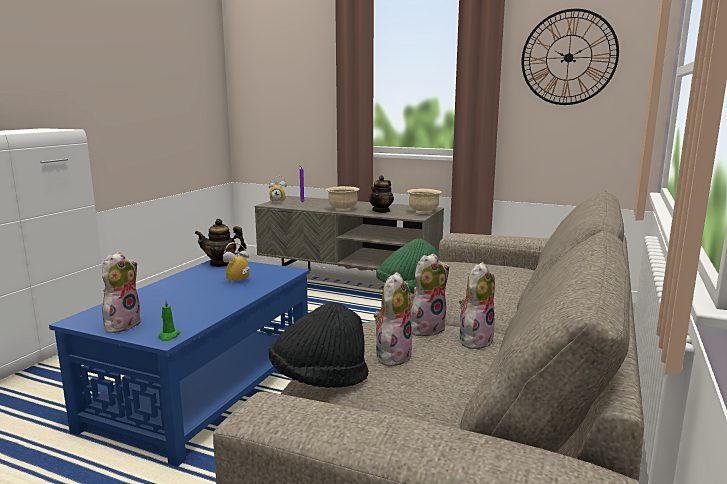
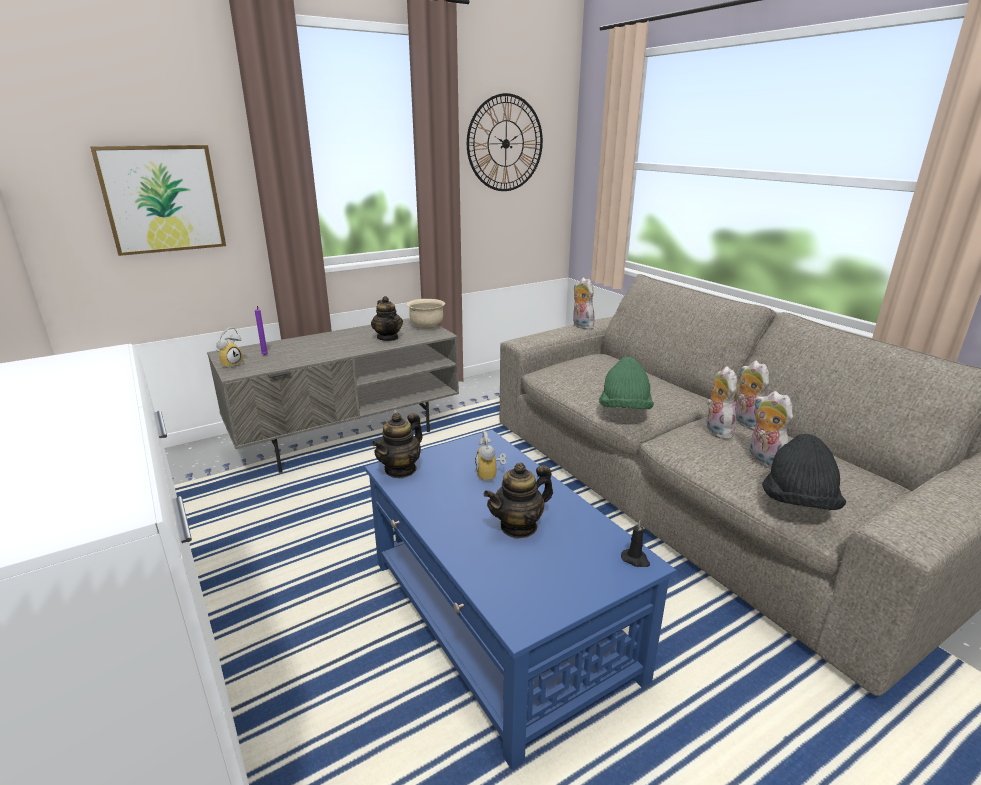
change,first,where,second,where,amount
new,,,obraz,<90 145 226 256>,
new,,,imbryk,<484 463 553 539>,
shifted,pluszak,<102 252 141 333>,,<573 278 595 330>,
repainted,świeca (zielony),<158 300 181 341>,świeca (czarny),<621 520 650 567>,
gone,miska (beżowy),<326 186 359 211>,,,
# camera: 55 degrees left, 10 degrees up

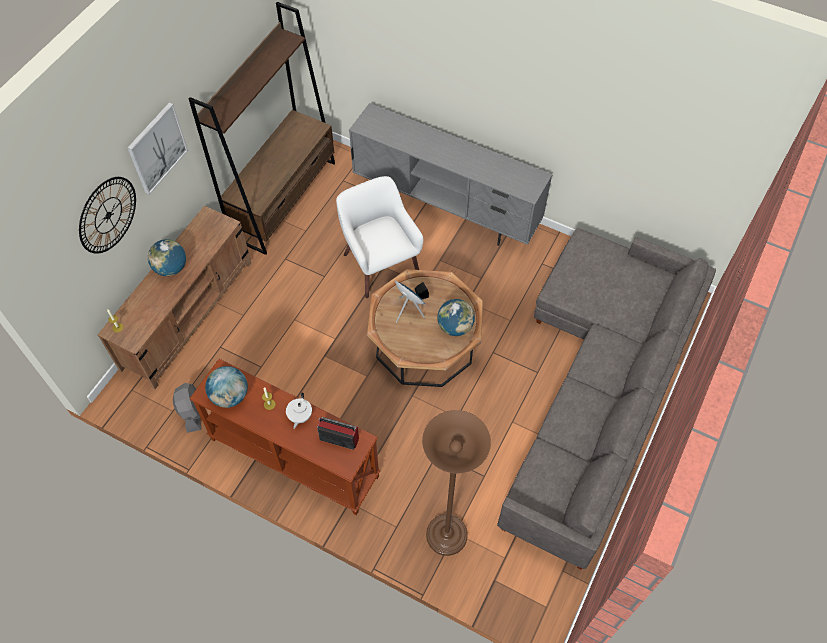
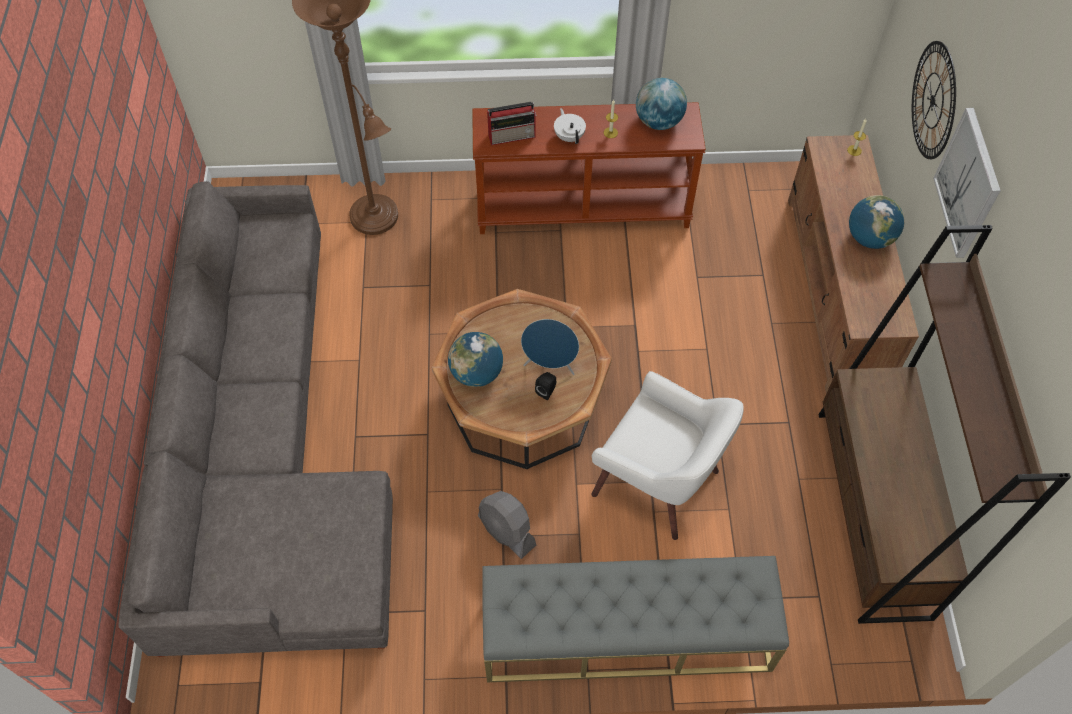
change,first,where,second,where,amount
shifted,wentylator (szary),<173 383 201 433>,,<478 491 536 559>,
swapped,szafka pod telewizor (szary),<349 103 553 246>,ławka (szary),<482 556 789 682>,
# camera: 150 degrees right, 0 degrees up

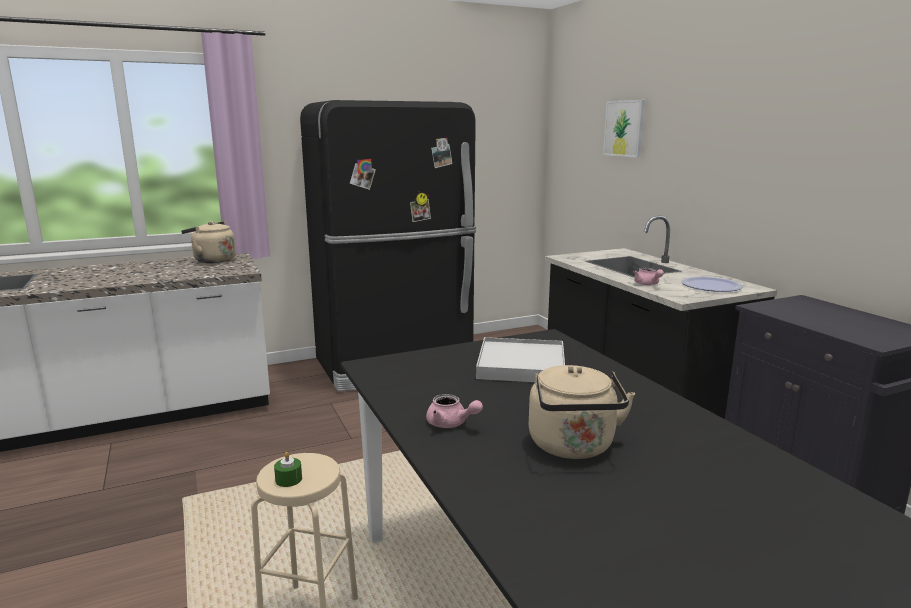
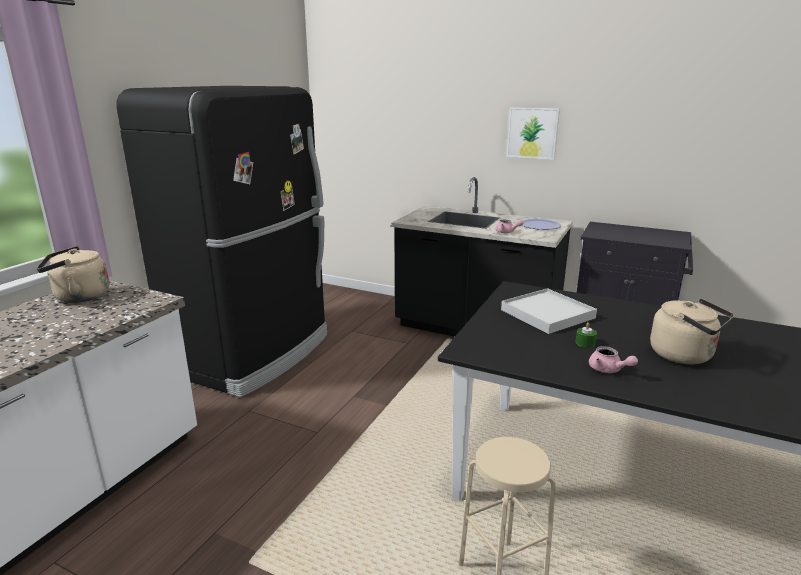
change,first,where,second,where,amount
shifted,obraz,<603 100 645 158>,,<506 107 560 160>,
shifted,świeca (zielony),<274 452 302 487>,,<575 322 597 348>,
rotated,imbryk (różowy),<426 394 483 428>,,<589 346 638 373>,60 degrees clockwise
# camera: 40 degrees left, 5 degrees up

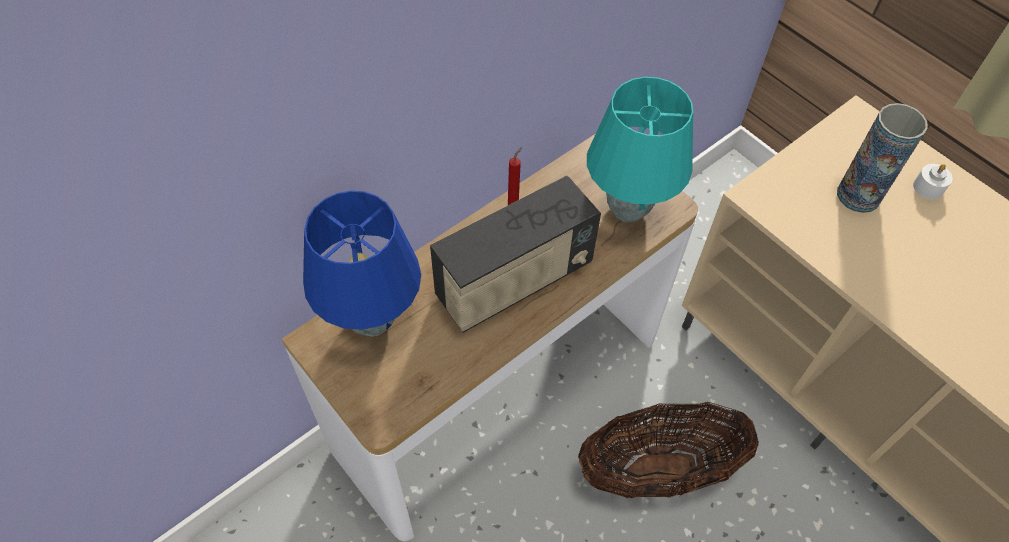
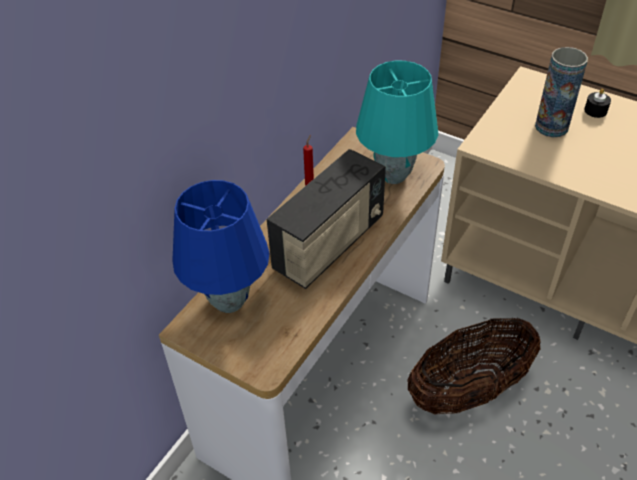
change,first,where,second,where,amount
repainted,świeca (biały),<913 164 953 199>,świeca (czarny),<584 89 611 118>,
# camera: 15 degrees left, 10 degrees down

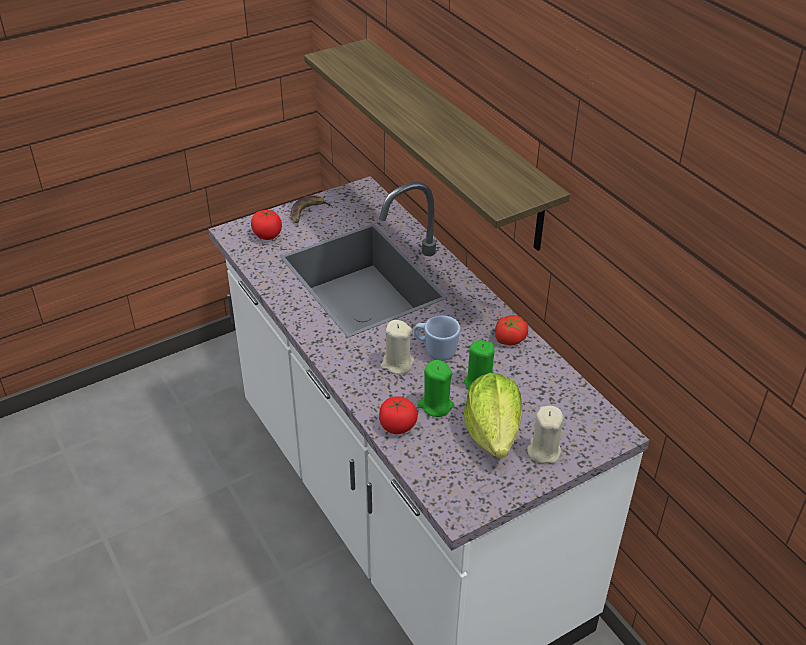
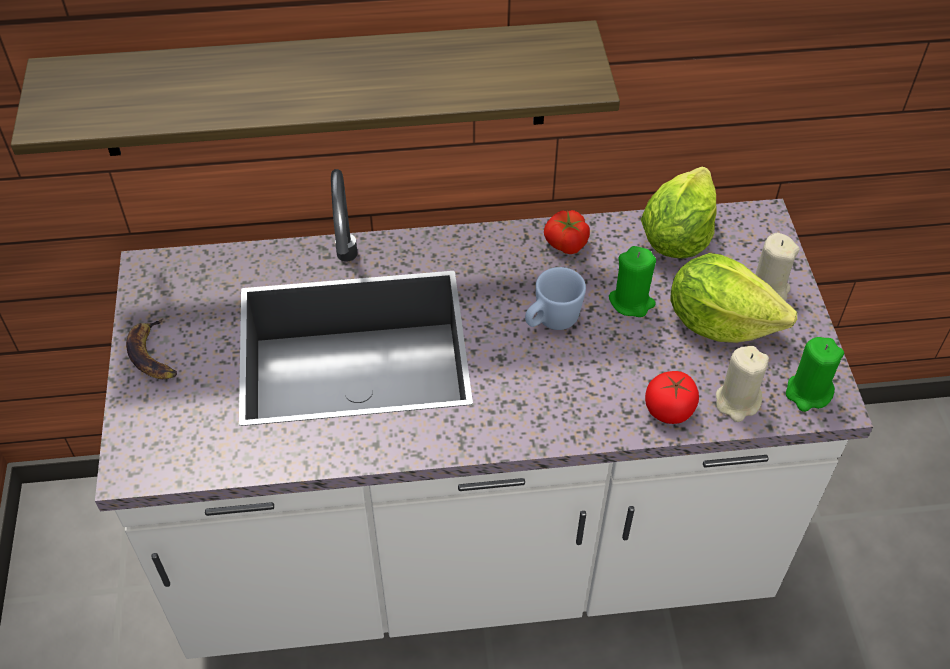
change,first,where,second,where,amount
new,,,sałata,<641 167 717 258>,
shifted,świeca (beżowy),<380 320 414 374>,,<716 345 769 422>,
shifted,świeca (zielony),<418 360 454 417>,,<786 337 844 412>,
gone,pomidor,<251 210 282 240>,,,
# camera: 65 degrees left, 10 degrees up

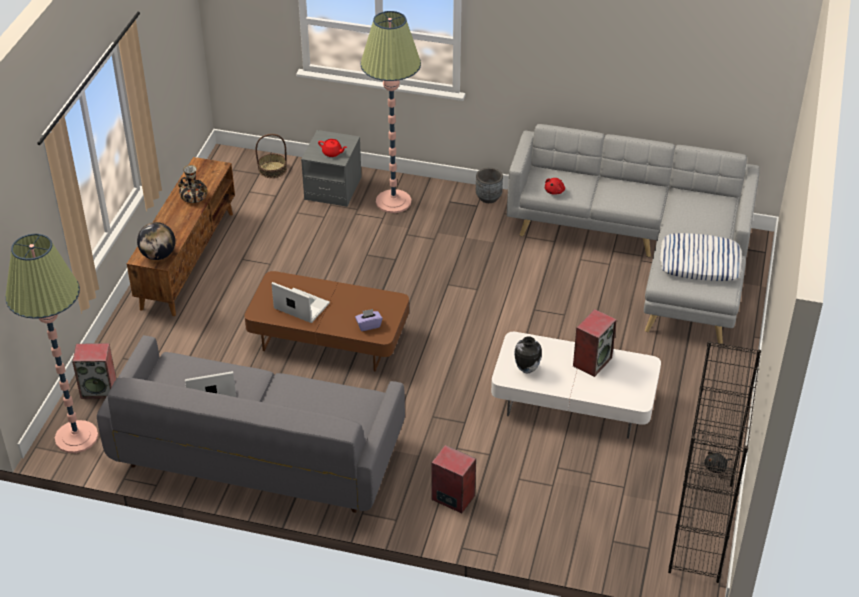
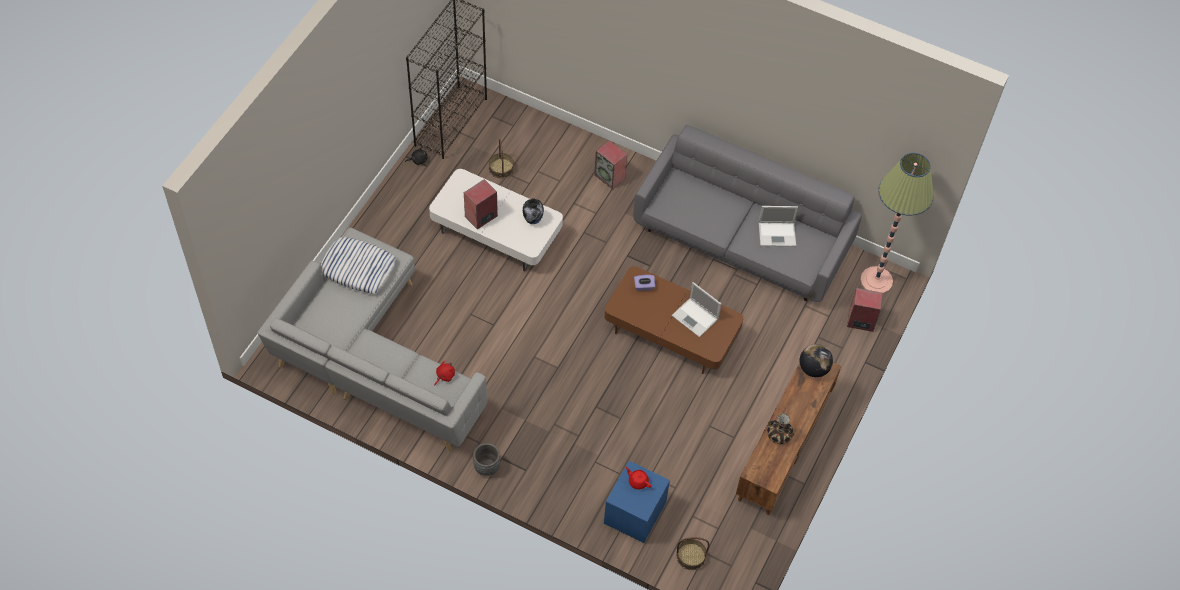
change,first,where,second,where,amount
new,,,koszyk,<489 139 514 179>,
repainted,szafka nocna (szary),<301 130 361 207>,szafka nocna (niebieski),<604 461 670 543>,
gone,lampa stojąca,<361 11 421 213>,,,
# camera: 170 degrees left, 15 degrees up

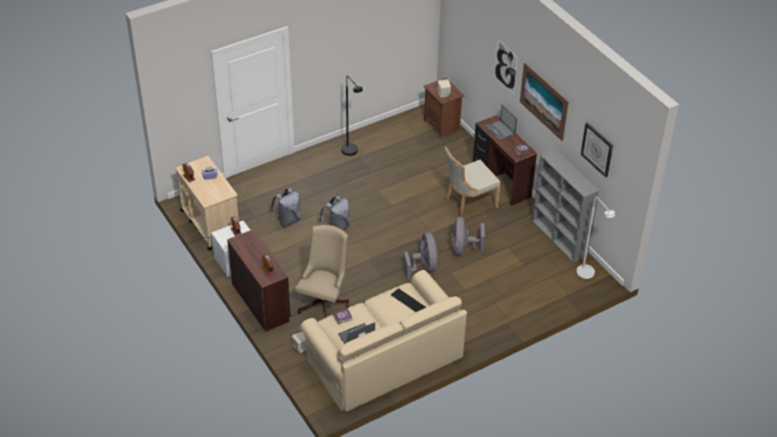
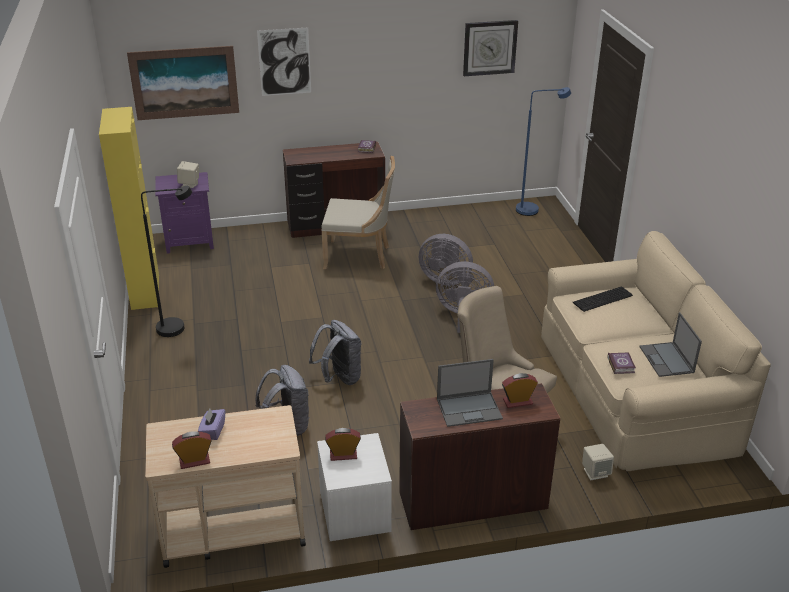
change,first,where,second,where,amount
new,,,szafka (żółty),<99 107 159 310>,
shifted,obraz,<520 63 569 141>,,<127 46 239 120>,
repainted,szafka nocna (brązowy),<423 78 465 138>,szafka nocna (fioletowy),<155 172 214 254>,
rotated,krzesło (beżowy),<444 147 500 217>,,<321 156 395 269>,75 degrees counterclockwise
shifted,laptop,<485 105 517 141>,,<437 359 503 427>,
repainted,lampa stojąca (biały),<576 197 615 280>,lampa stojąca (niebieski),<516 87 571 216>,
gone,regał (szary),<532 149 599 262>,,,
# camera: 70 degrees left, 10 degrees down

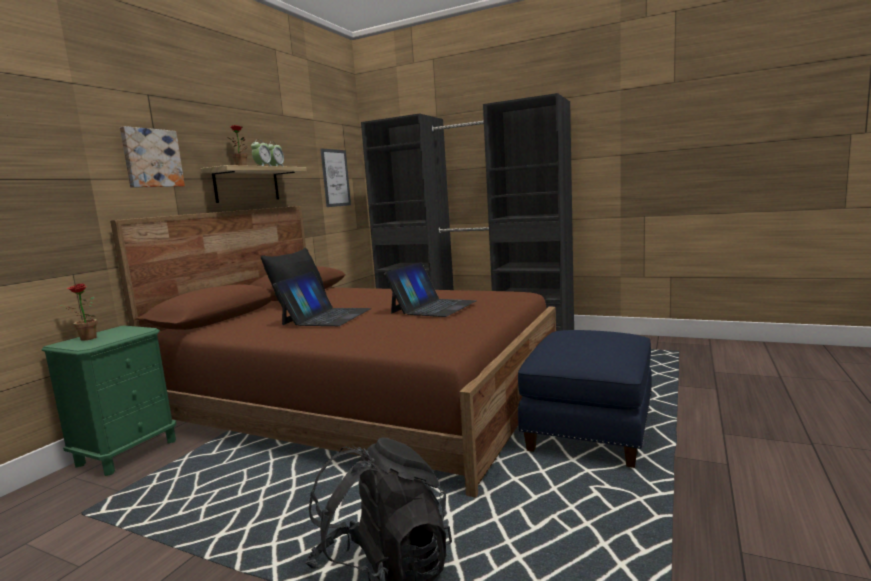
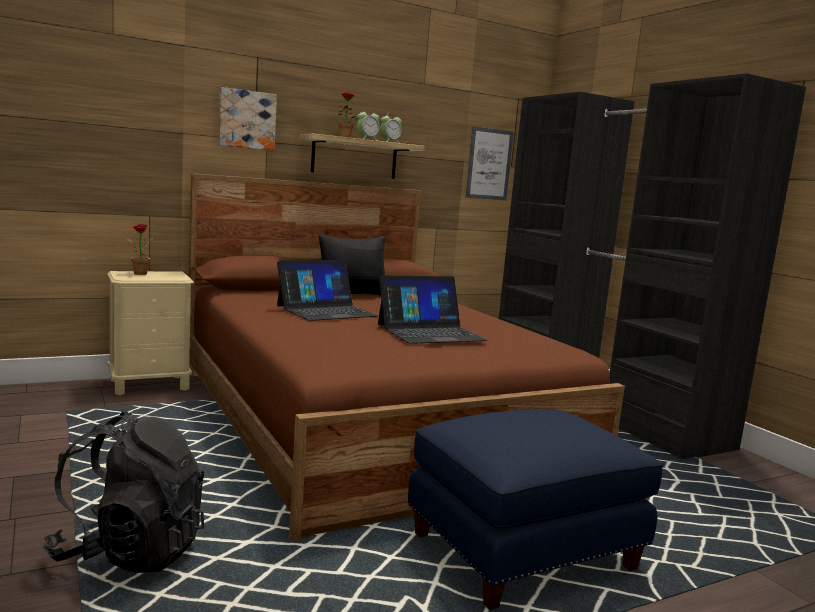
change,first,where,second,where,amount
repainted,szafka nocna (zielony),<42 325 176 476>,szafka nocna (beżowy),<107 271 194 395>,
# camera: 35 degrees right, 0 degrees up

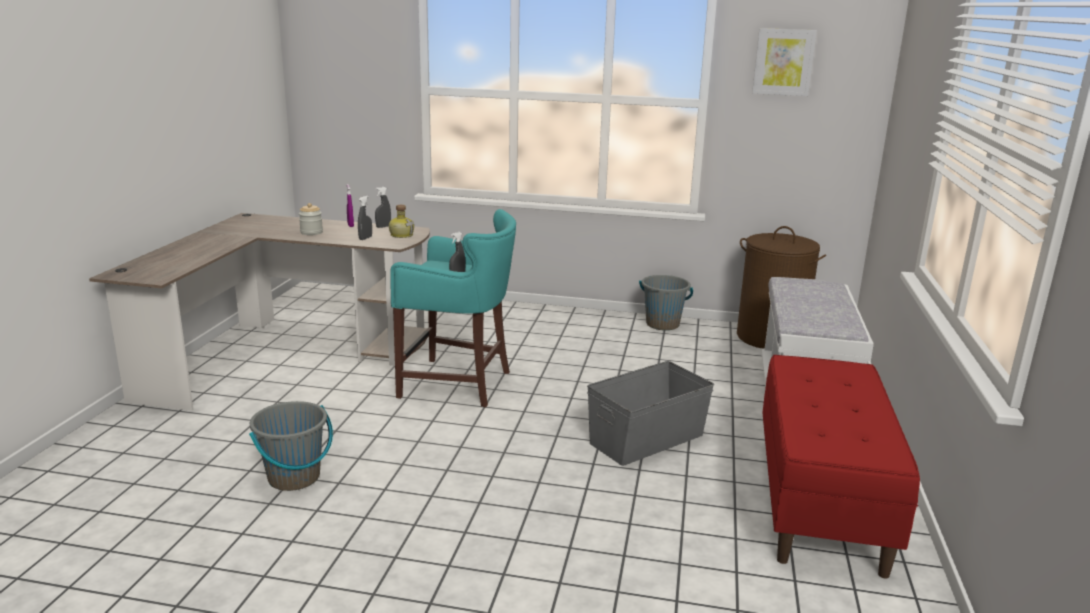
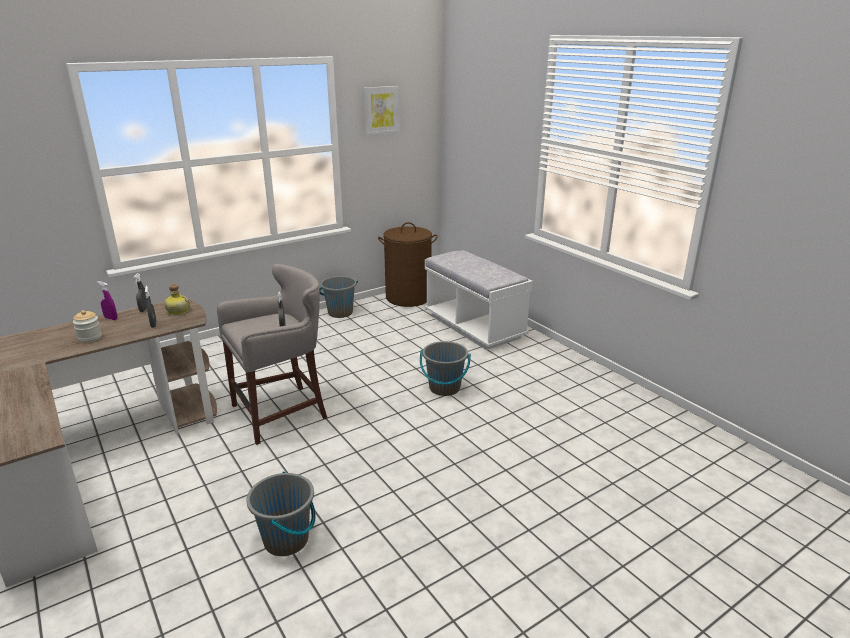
change,first,where,second,where,amount
repainted,stołek (turkusowy),<390 209 516 407>,stołek (szary),<217 264 327 445>,
swapped,pojemnik do przechowywania (szary),<587 361 714 466>,wiadro (szary),<420 341 471 396>,
gone,ławka (czerwony),<762 355 920 578>,,,
# camera: 45 degrees left, 5 degrees up

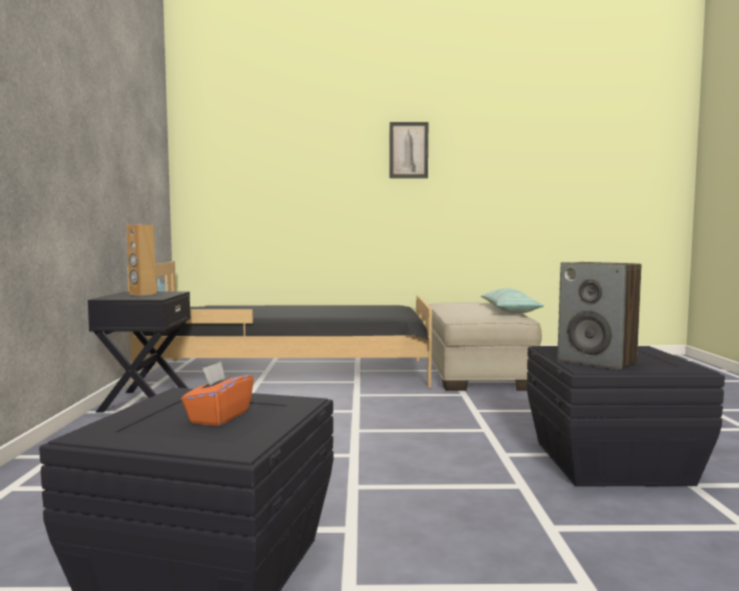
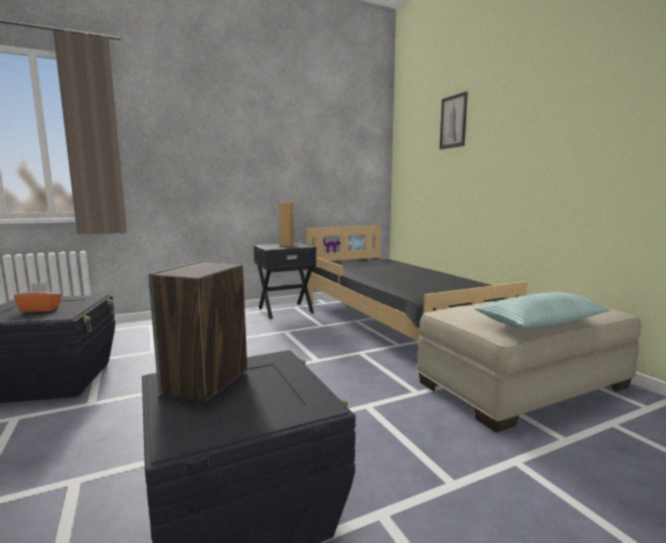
change,first,where,second,where,amount
shifted,obraz,<389 122 428 178>,,<439 91 468 149>,
# camera: 65 degrees right, 5 degrees up

